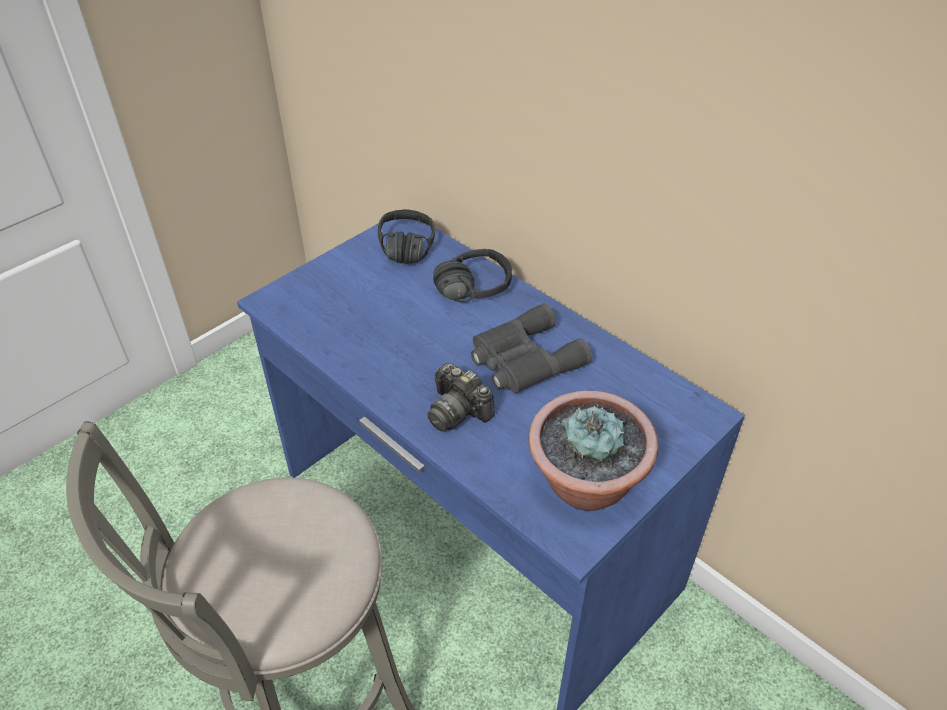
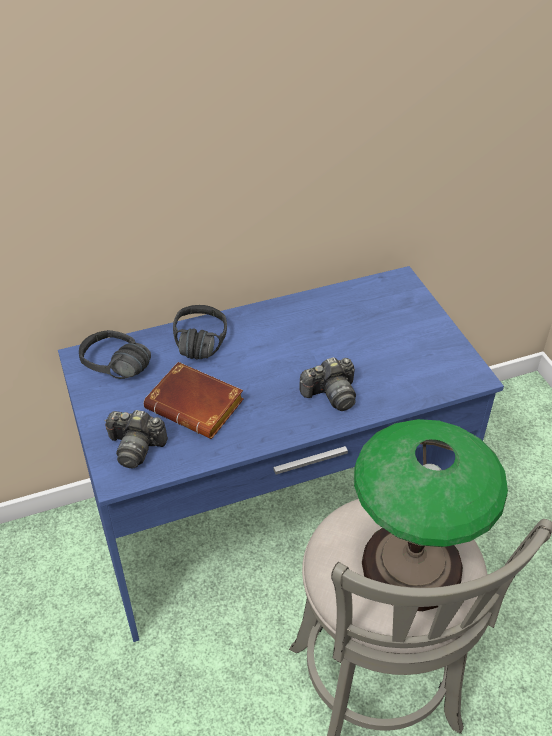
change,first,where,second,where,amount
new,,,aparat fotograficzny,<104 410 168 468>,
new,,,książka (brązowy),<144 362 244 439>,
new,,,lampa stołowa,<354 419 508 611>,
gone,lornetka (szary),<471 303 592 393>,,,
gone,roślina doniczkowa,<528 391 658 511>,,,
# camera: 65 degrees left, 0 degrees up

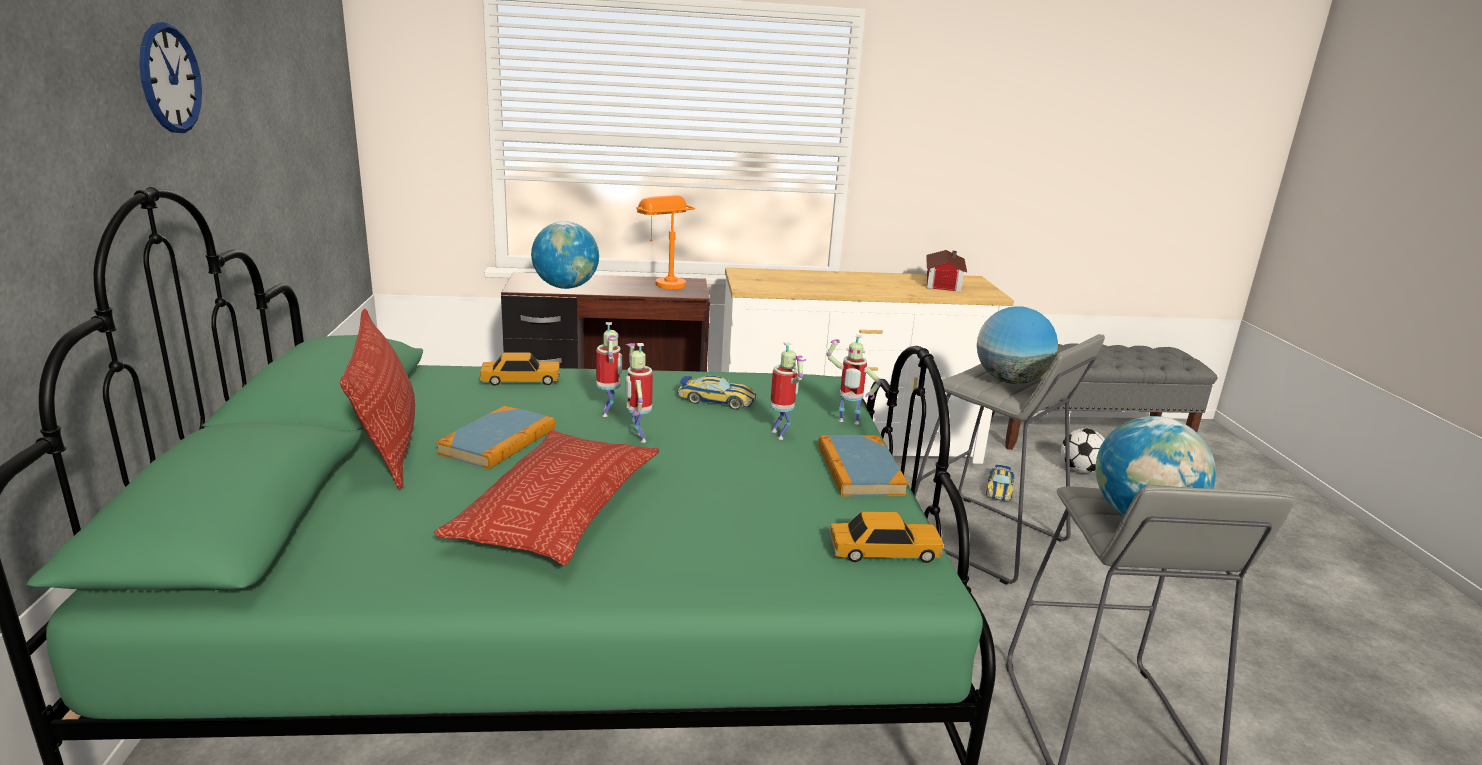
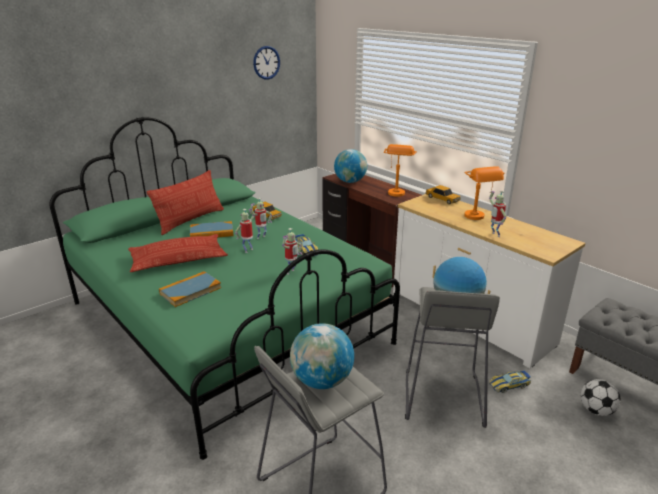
change,first,where,second,where,amount
shifted,książka,<818 435 908 497>,,<159 271 221 307>,
shifted,zegar ścienny,<139 22 202 133>,,<253 46 280 80>,
shifted,samochodzik,<828 512 944 563>,,<425 185 461 204>,
new,,,lampa stołowa (pomarańczowy),<464 166 505 220>,
shifted,robot zabawkowy,<826 334 881 425>,,<489 191 506 237>,
gone,domek,<926 250 967 292>,,,
# camera: 55 degrees right, 5 degrees up

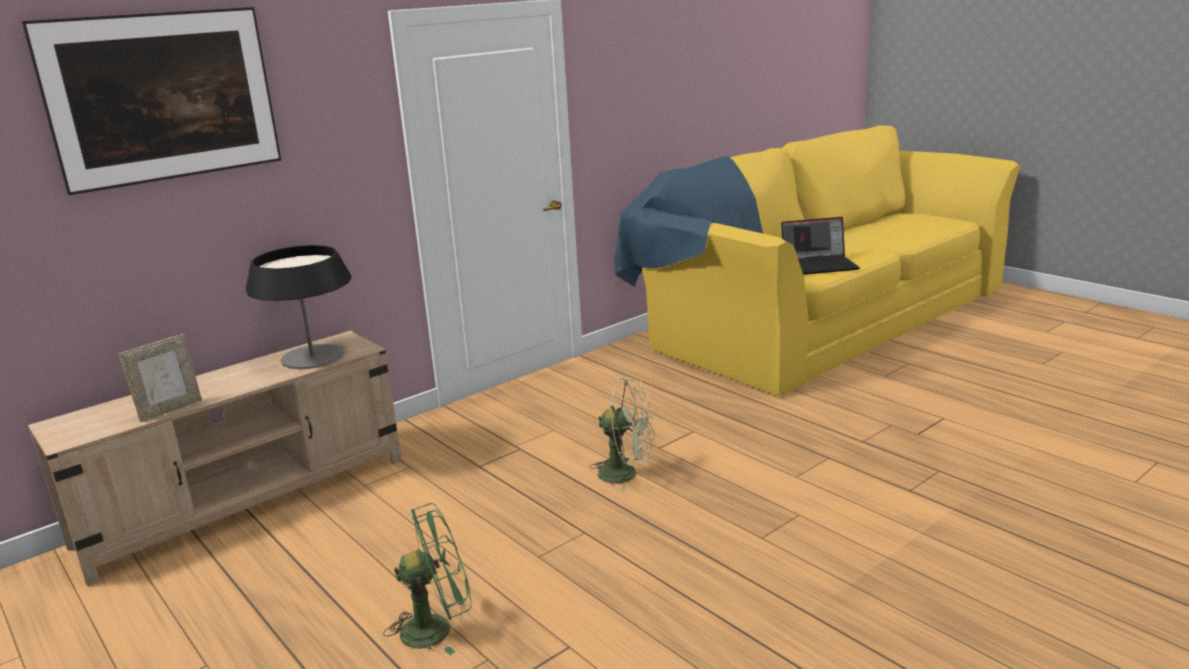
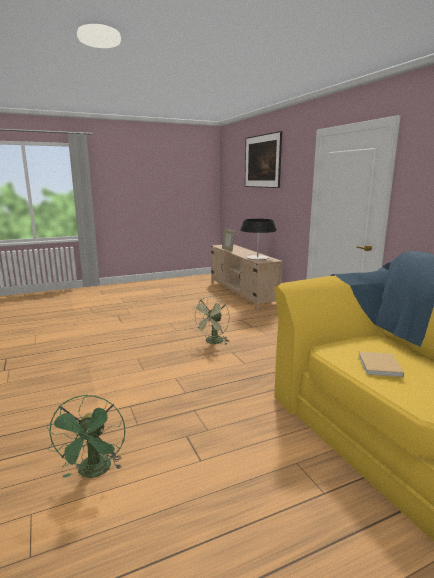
change,first,where,second,where,amount
shifted,wentylator (zielony),<383 503 472 655>,,<47 394 125 478>,
swapped,laptop,<781 217 860 275>,książka (beżowy),<358 352 404 377>,
# camera: 105 degrees right, 5 degrees down

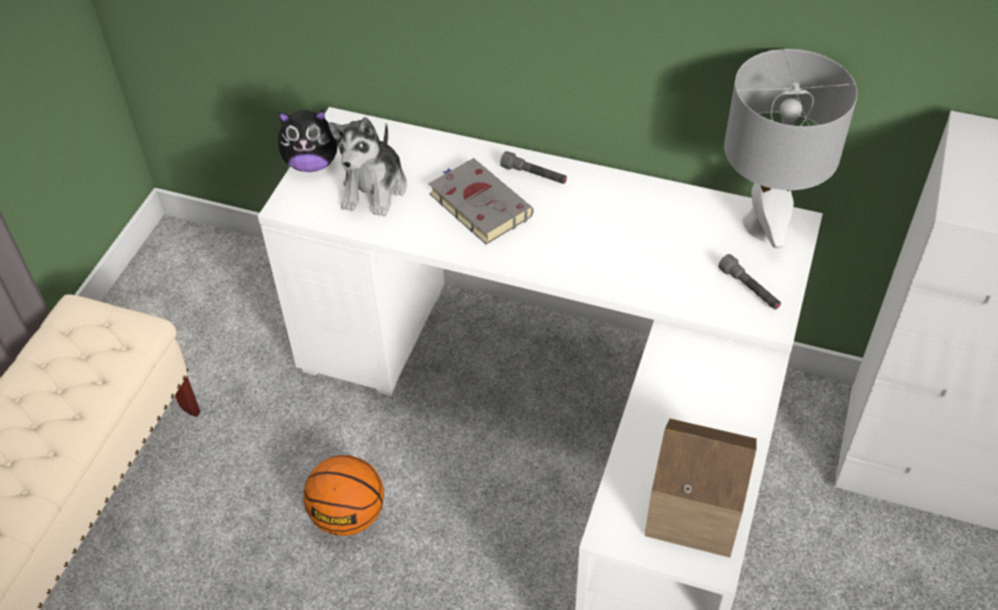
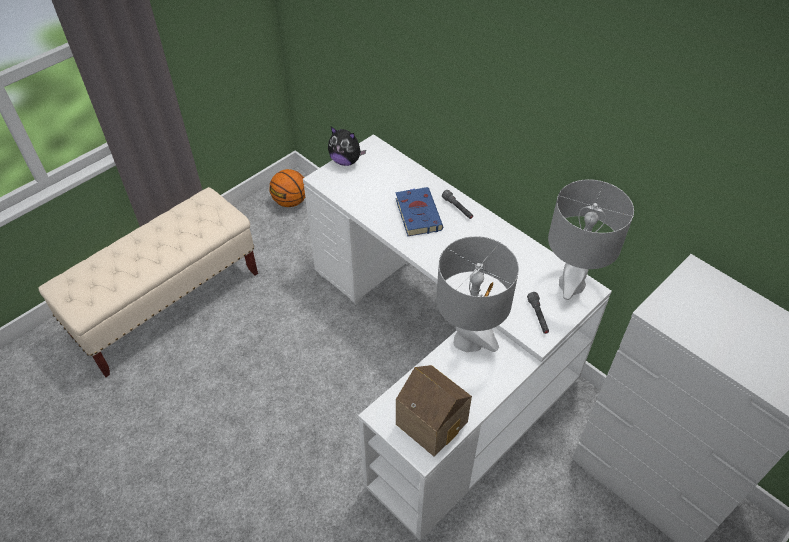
change,first,where,second,where,amount
shifted,piłka do koszykówki,<303 455 384 536>,,<270 169 305 207>,
repainted,książka (szary),<429 158 534 244>,książka (niebieski),<395 187 443 236>,
new,,,lampa stołowa (szary),<436 236 519 352>,
gone,pluszak,<328 117 407 216>,,,
# camera: 25 degrees right, 0 degrees up

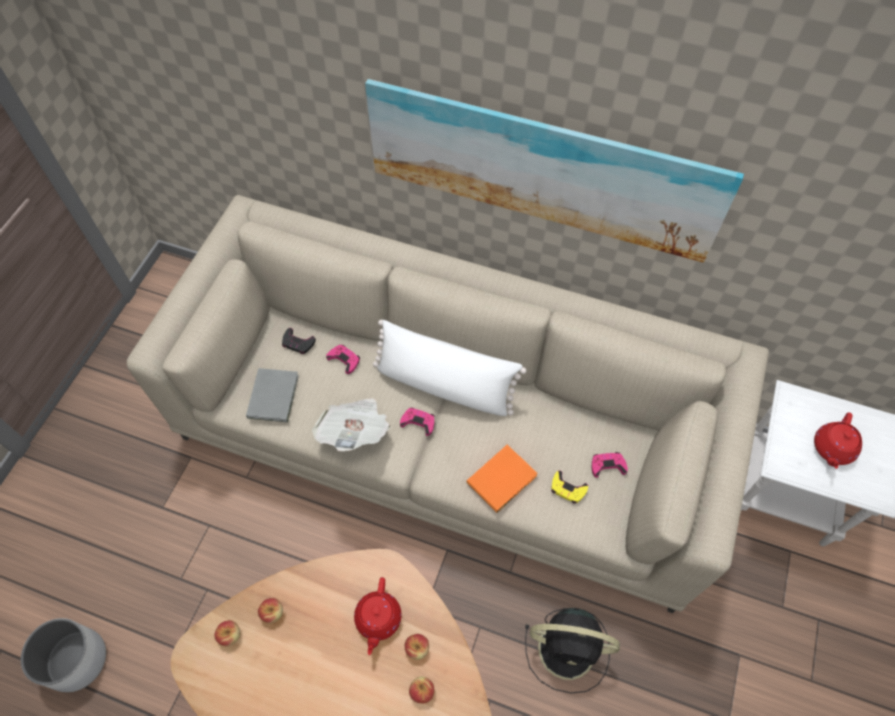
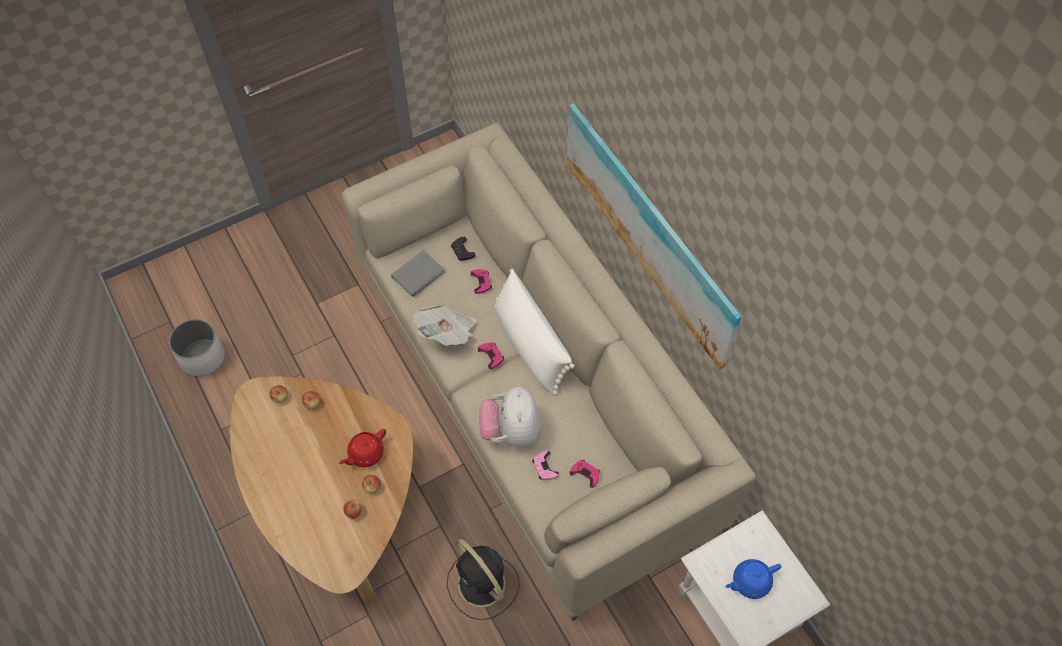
change,first,where,second,where,amount
swapped,książka (pomarańczowy),<467 445 538 513>,pluszak,<478 386 540 447>,
repainted,pad do gier (żółty),<551 470 588 504>,pad do gier (różowy),<532 451 559 480>,
repainted,imbryk (czerwony),<814 412 862 469>,imbryk (niebieski),<725 559 781 599>,
# camera: 40 degrees right, 0 degrees up

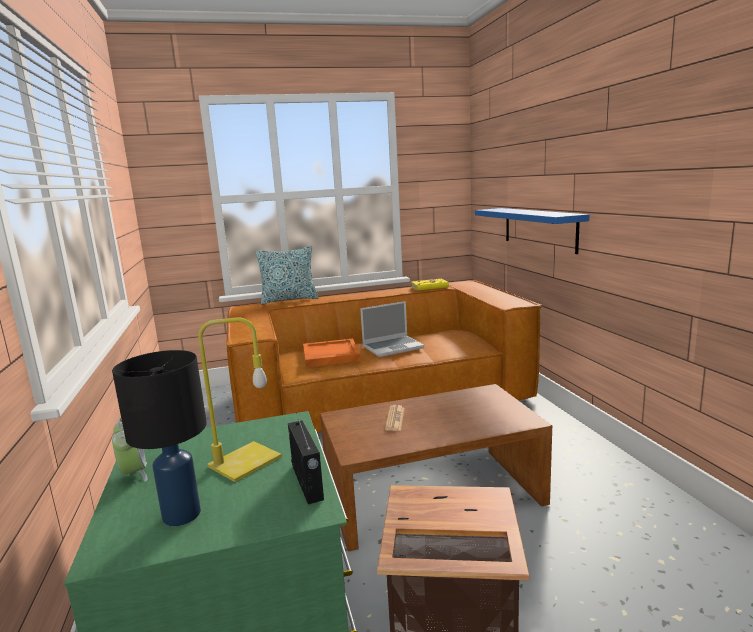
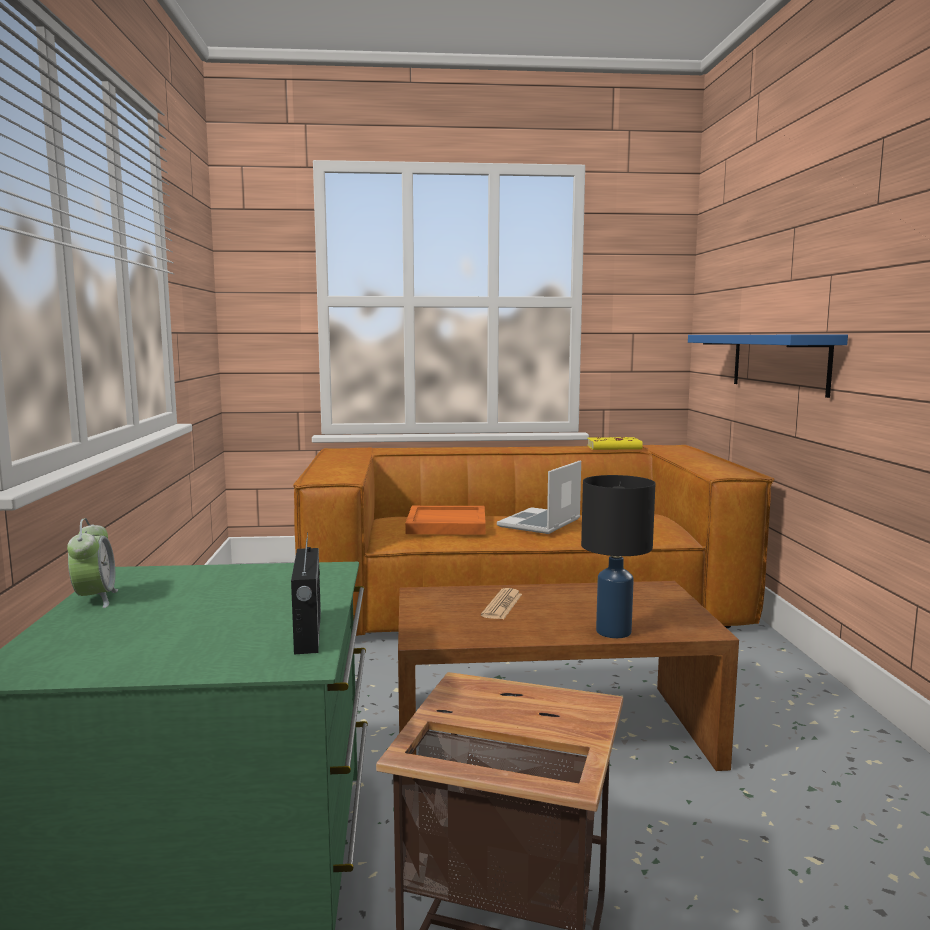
change,first,where,second,where,amount
rotated,laptop,<360 301 425 357>,,<497 460 581 534>,135 degrees clockwise
shifted,lampa stołowa (czarny),<112 350 207 526>,,<581 475 655 638>,
gone,lampa stołowa (żółty),<198 318 282 482>,,,
gone,poduszka,<256 246 319 304>,,,
# camera: 10 degrees right, 5 degrees down

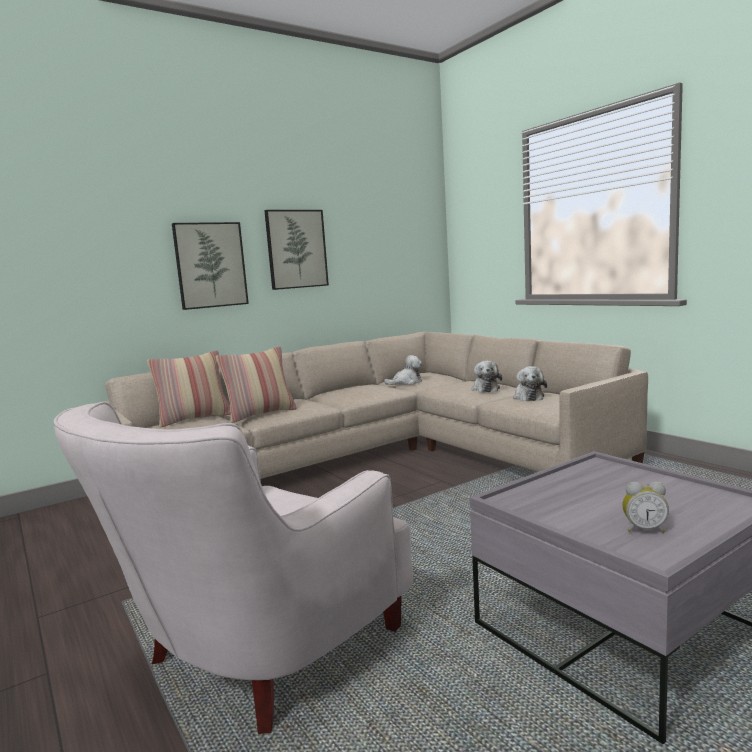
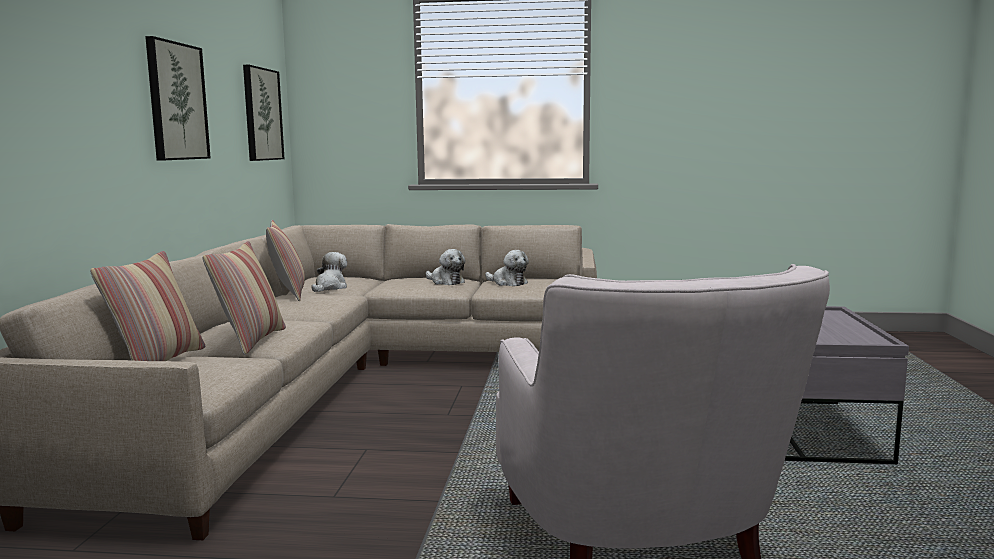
change,first,where,second,where,amount
shifted,obraz,<172 222 249 310>,,<243 65 285 161>,
new,,,poduszka,<266 220 305 301>,
gone,budzik,<622 481 669 533>,,,
# camera: 50 degrees left, 0 degrees up

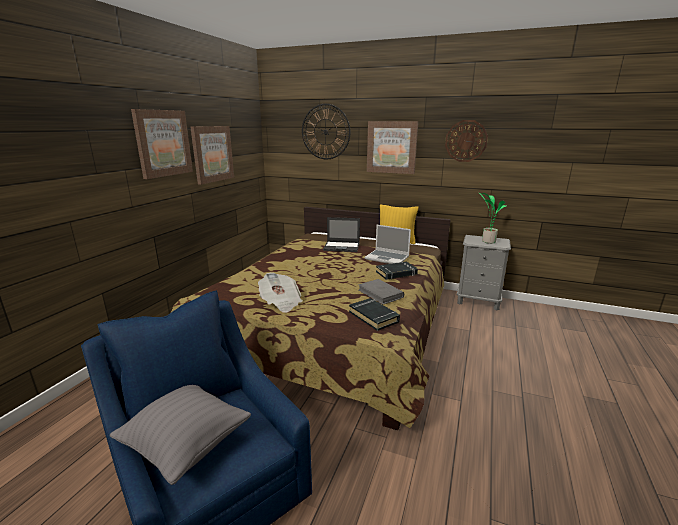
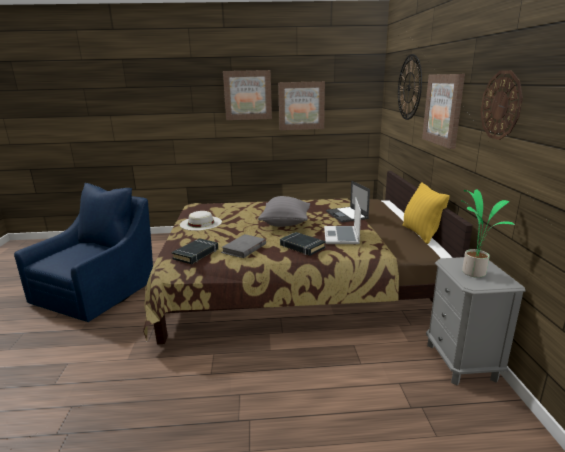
change,first,where,second,where,amount
swapped,gazeta,<258 272 303 313>,kapelusz (biały),<180 211 222 231>,
shifted,poduszka (szary),<110 385 251 485>,,<258 196 310 227>,
# camera: 65 degrees right, 0 degrees up

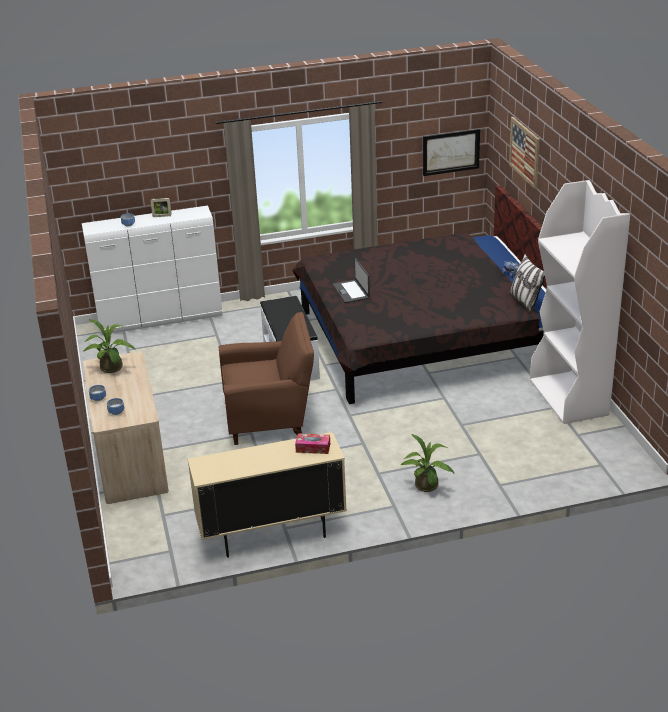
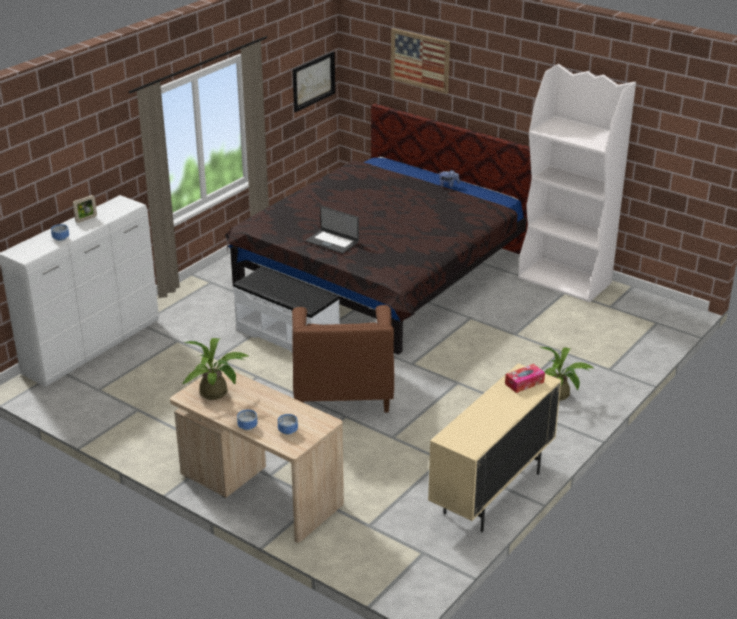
change,first,where,second,where,amount
rotated,fotel (brązowy),<218 312 314 445>,,<292 305 394 412>,135 degrees clockwise
gone,poduszka,<510 254 545 312>,,,
# camera: 40 degrees left, 0 degrees up

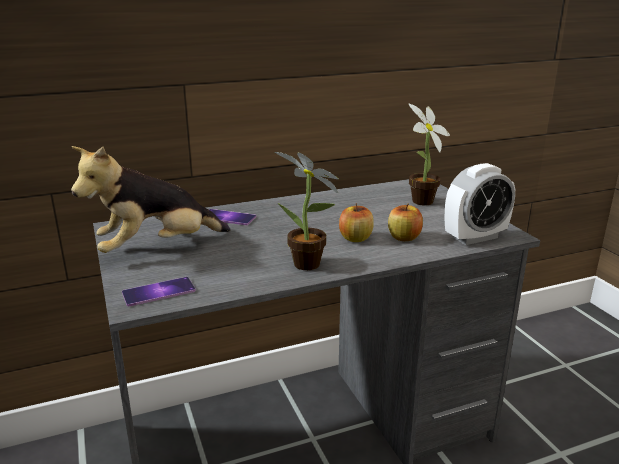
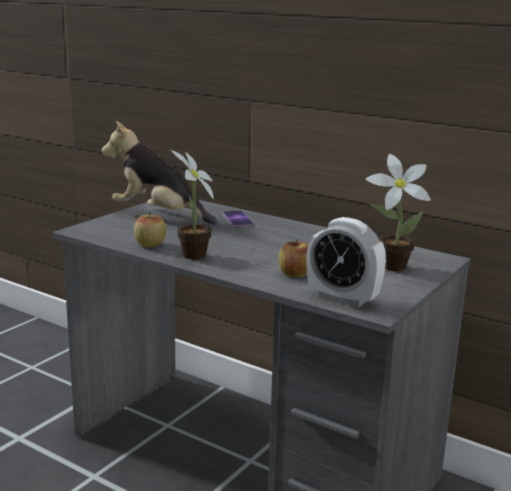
change,first,where,second,where,amount
shifted,jabłko,<339 203 374 242>,,<134 211 166 247>,
gone,telefon,<122 277 196 306>,,,
# camera: 55 degrees right, 5 degrees down

